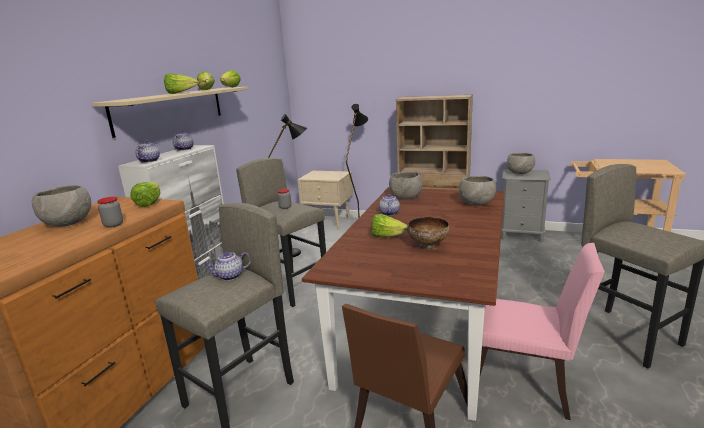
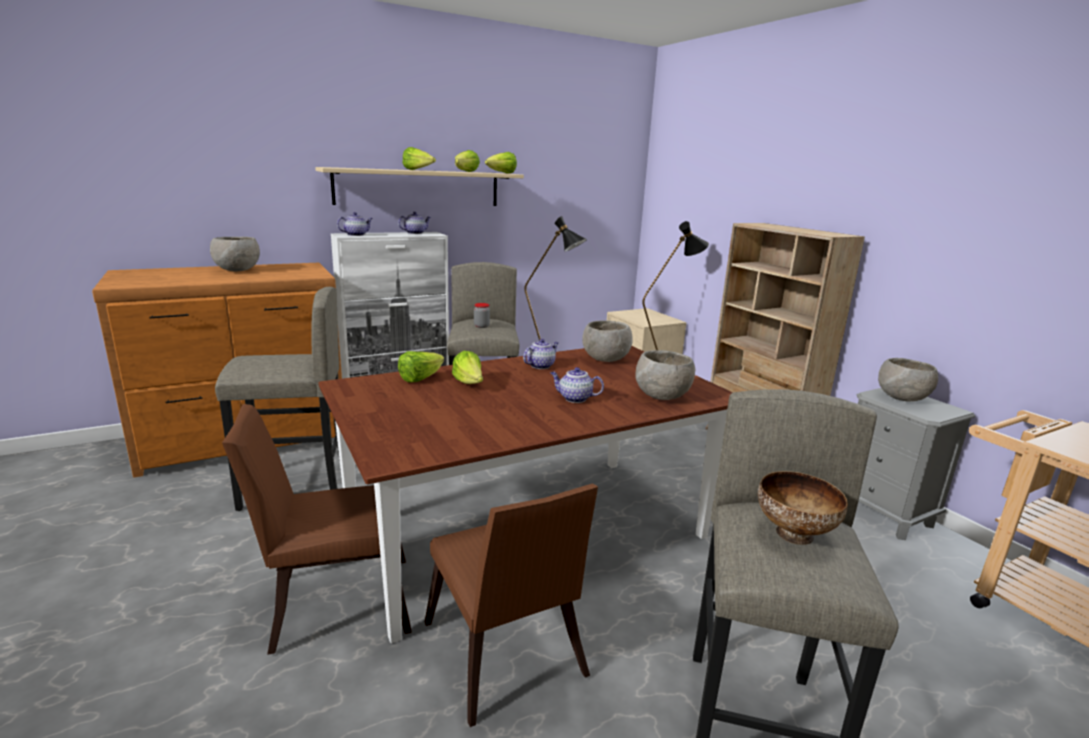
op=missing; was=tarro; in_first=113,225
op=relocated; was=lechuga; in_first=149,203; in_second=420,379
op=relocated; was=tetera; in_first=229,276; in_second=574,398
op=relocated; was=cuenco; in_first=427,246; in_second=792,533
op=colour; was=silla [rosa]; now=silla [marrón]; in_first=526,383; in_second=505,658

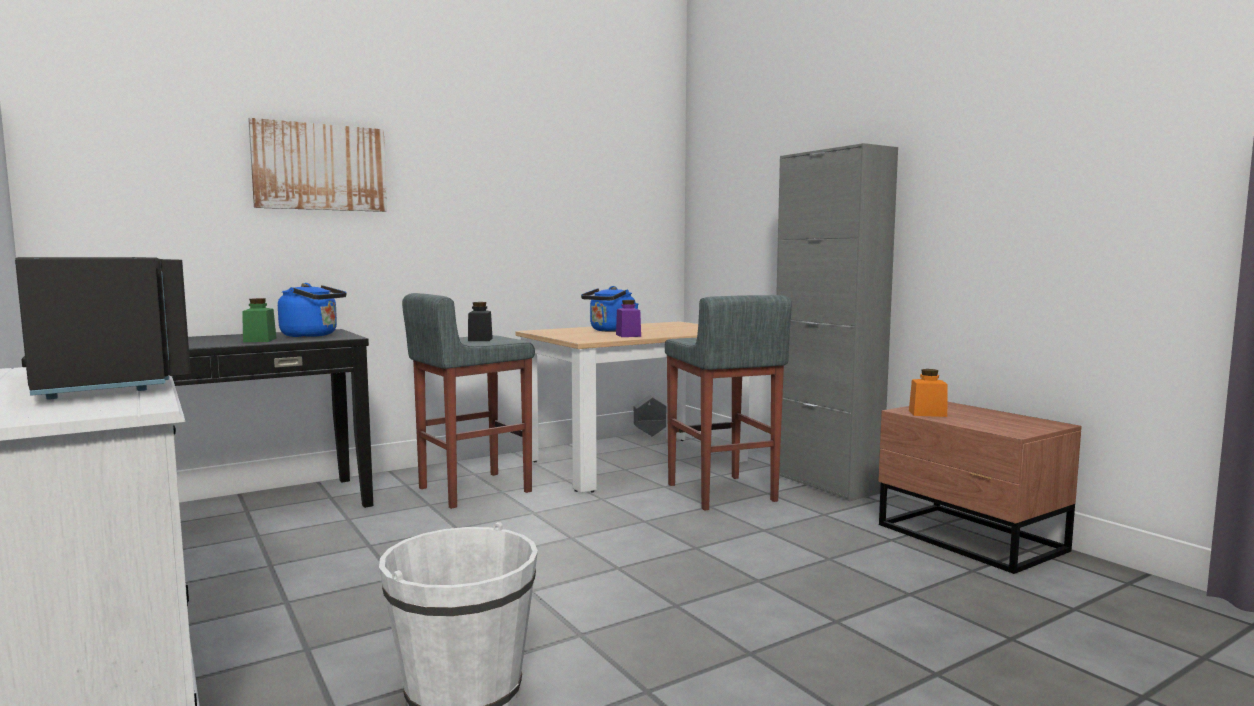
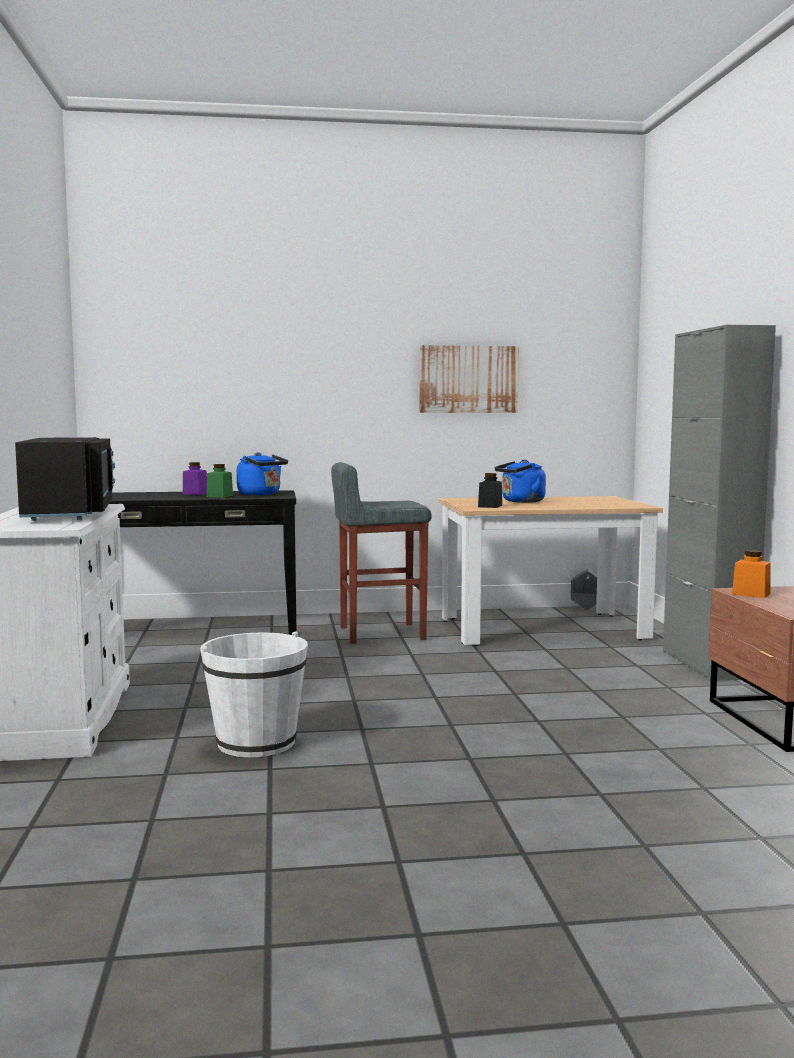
op=missing; was=taburete [gris]; in_first=720,493
op=relocated; was=cuadro; in_first=320,167; in_second=468,379
op=relocated; was=tarro [negro]; in_first=480,339; in_second=490,506
op=relocated; was=tarro [morado]; in_first=628,335; in_second=195,493

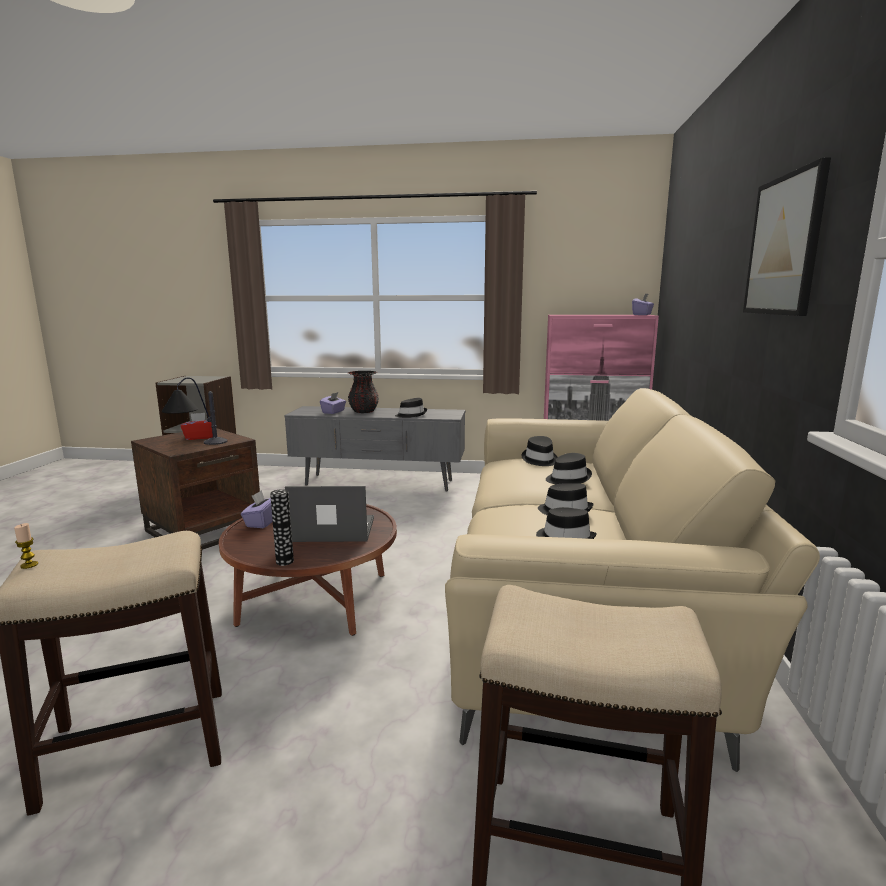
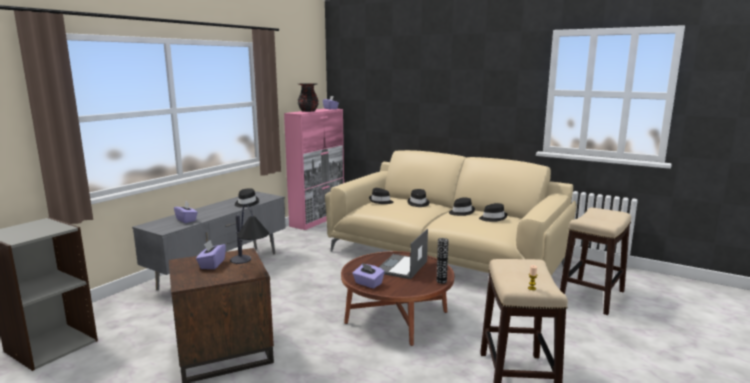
op=missing; was=cuadro; in_first=784,245
op=relocated; was=florero [negro]; in_first=364,411; in_second=308,111
op=colour; was=caja de pañuelos [rojo]; now=caja de pañuelos [morado]; in_first=200,437; in_second=212,264

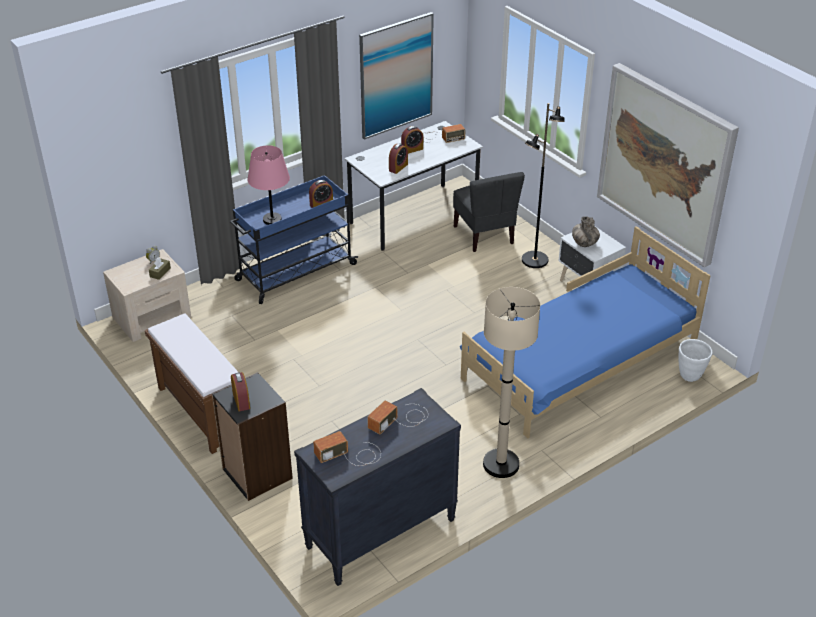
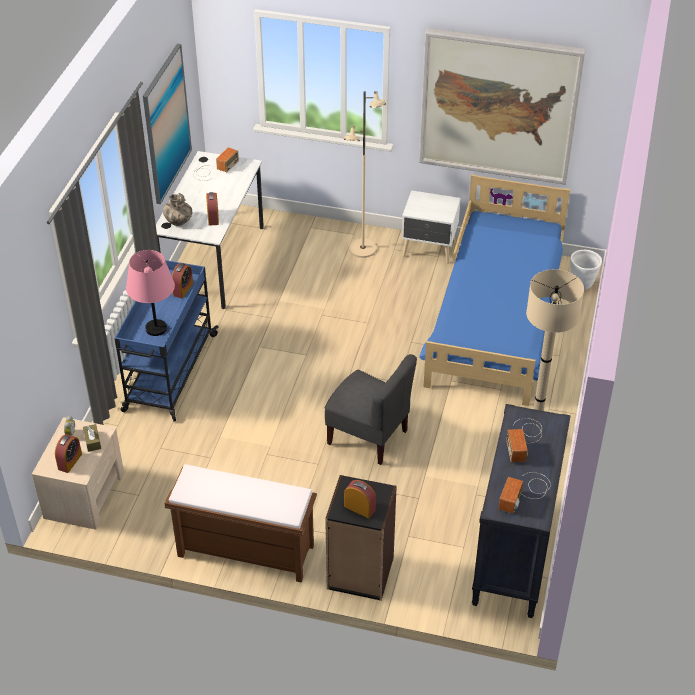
op=relocated; was=despertador; in_first=412,149; in_second=70,461
op=relocated; was=silla [gris]; in_first=484,235; in_second=368,437
op=relocated; was=florero; in_first=584,244; in_second=178,222
op=colour; was=lámpara de pie [negro]; now=lámpara de pie [beis]; in_first=534,260; in_second=363,249

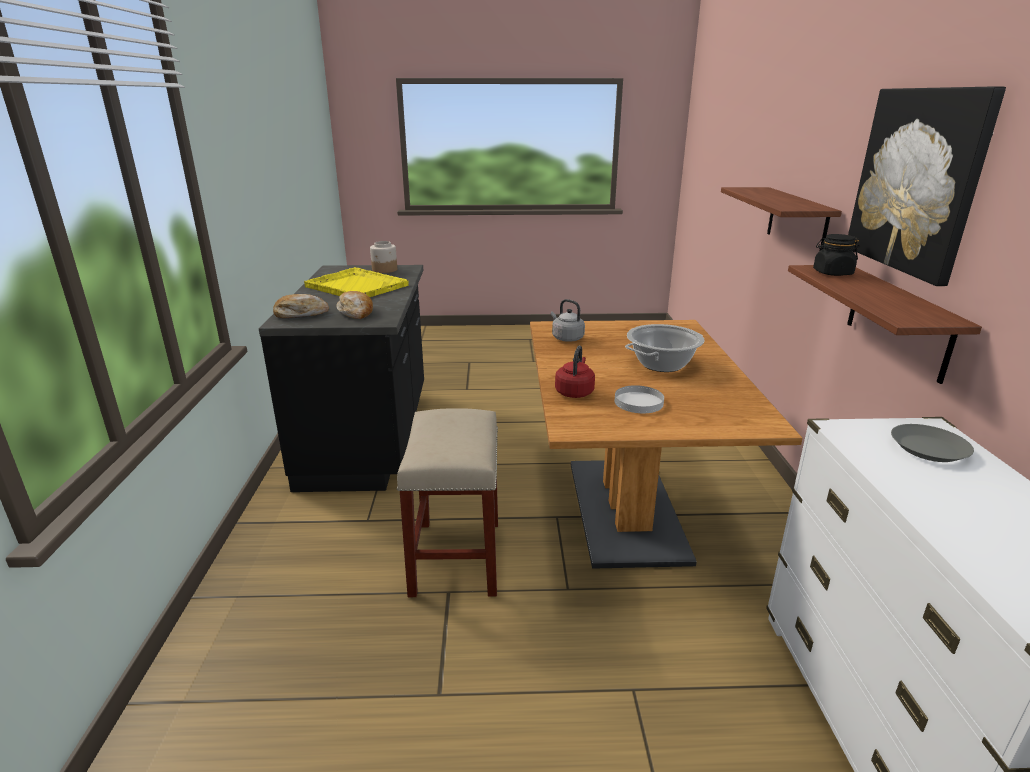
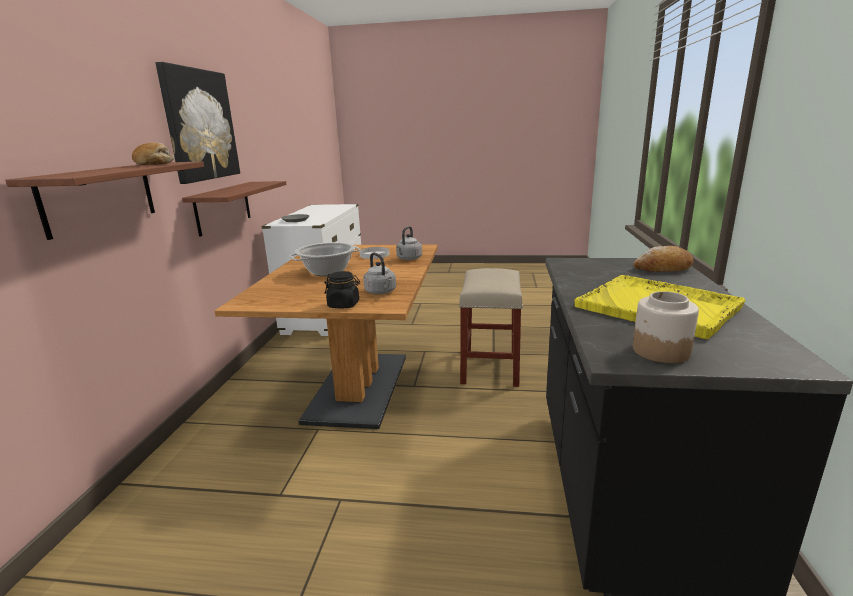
op=relocated; was=pan; in_first=356,312; in_second=155,164
op=relocated; was=tarro [negro]; in_first=832,273; in_second=344,305
op=colour; was=hervidor [rojo]; now=hervidor [gris]; in_first=575,392; in_second=408,259

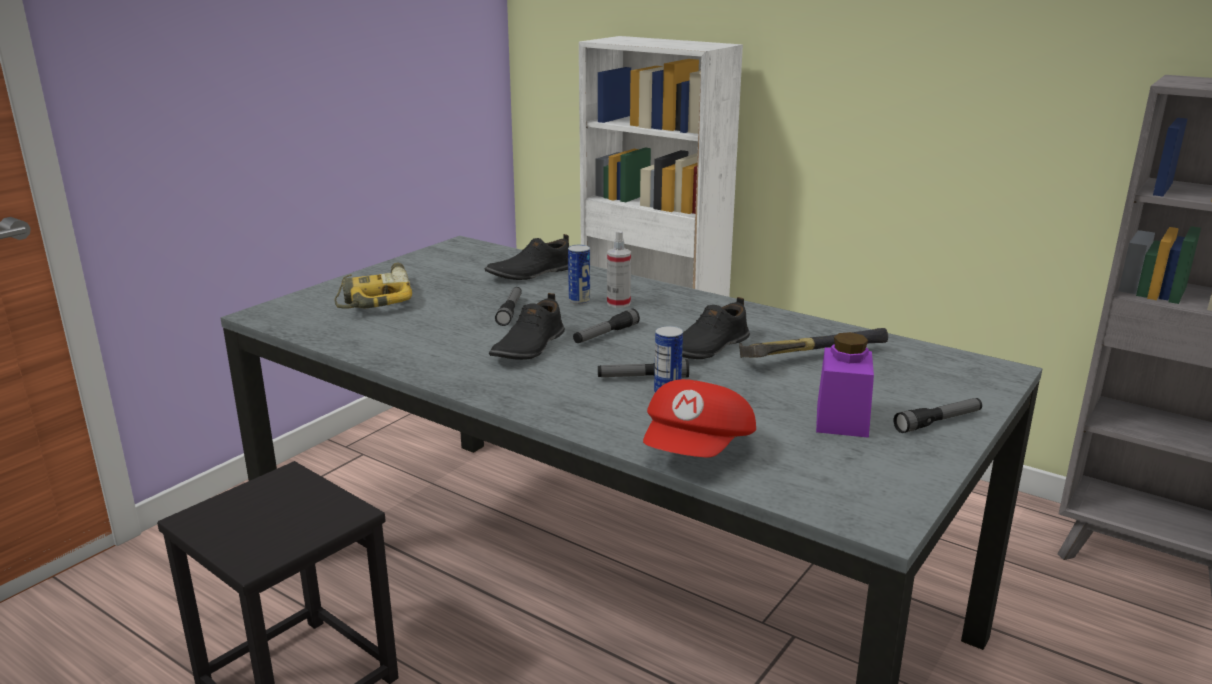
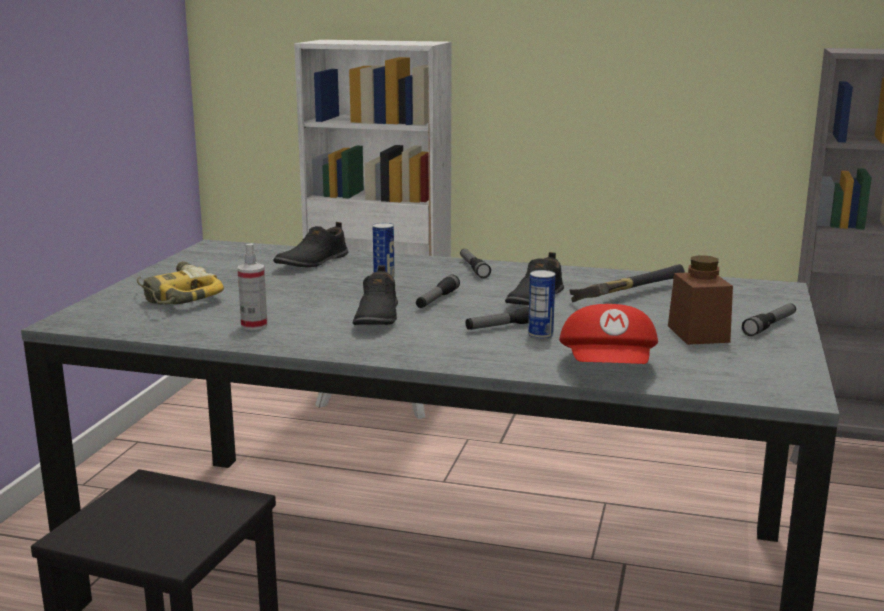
op=relocated; was=linterna; in_first=510,311; in_second=473,268
op=relocated; was=pulverizador; in_first=618,303; in_second=254,325
op=colour; was=tarro [morado]; now=tarro [marrón]; in_first=842,420; in_second=698,334

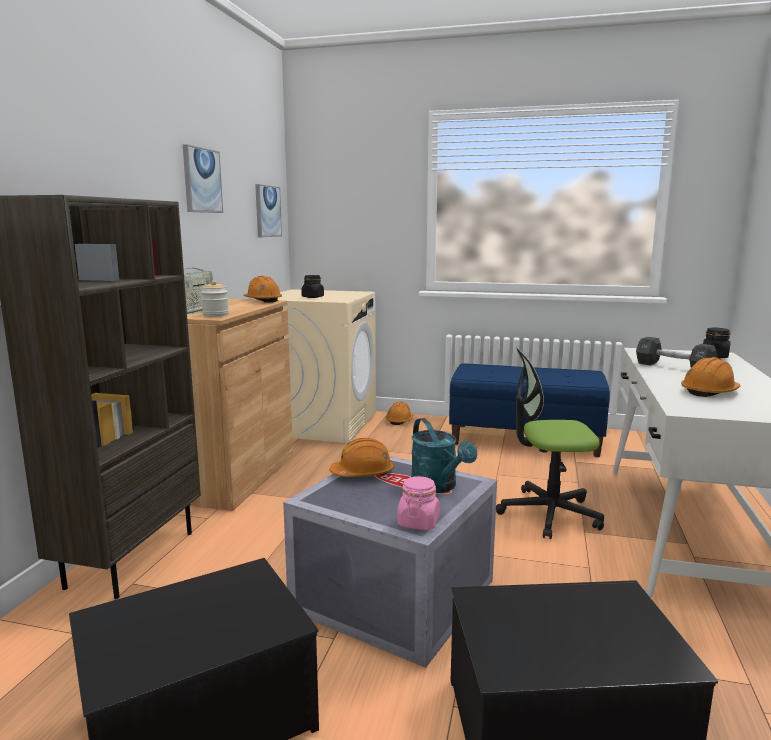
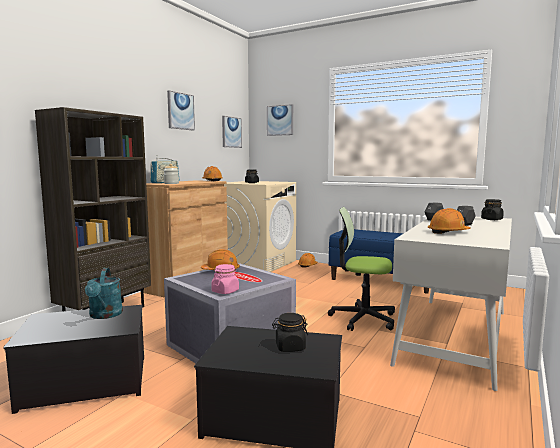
op=appeared; now=cuadro; in_second=280,120
op=appeared; now=tarro [negro]; in_second=290,347
op=relocated; was=regadera [turquesa]; in_first=438,487; in_second=105,315

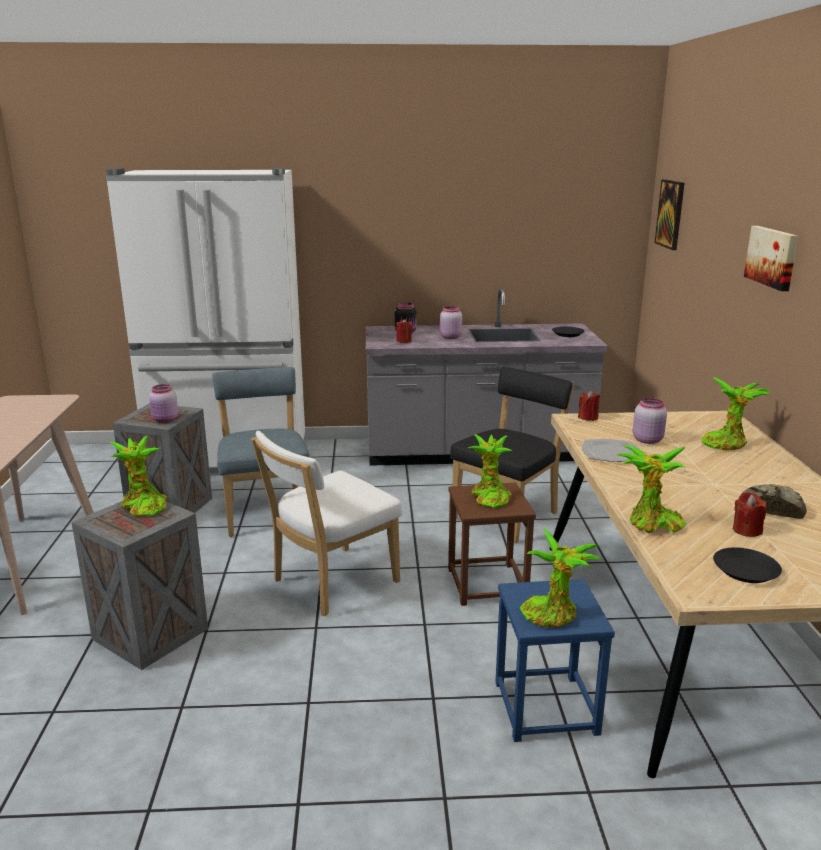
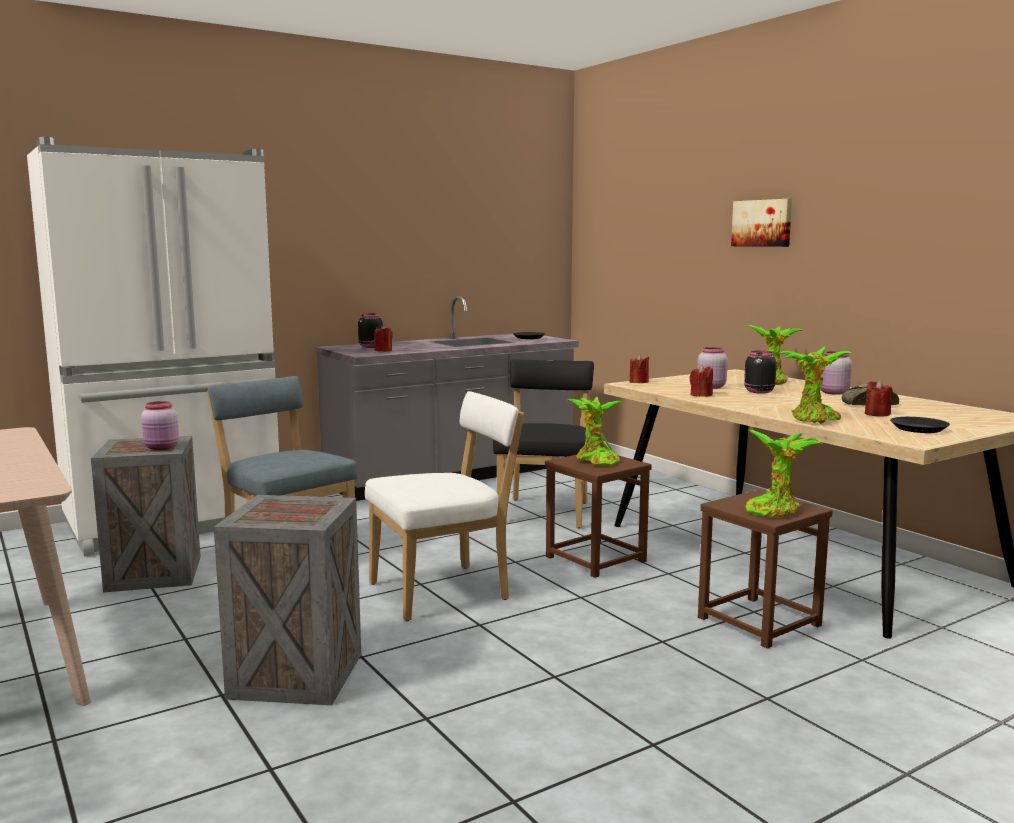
op=missing; was=planta en maceta; in_first=142,507
op=missing; was=cuadro; in_first=670,214
op=appeared; now=tarro [negro]; in_second=758,391
op=relocated; was=tarro [rosa]; in_first=450,337; in_second=832,393
op=exchanged; was=plato; now=vela [rojo]; in_first=611,453; in_second=701,395
op=colour; was=taburete [azul]; now=taburete [marrón]; in_first=544,707; in_second=758,621
op=spun; was=silla [blanco]; in_first=330,583; in_second=445,591; clockwise=-135

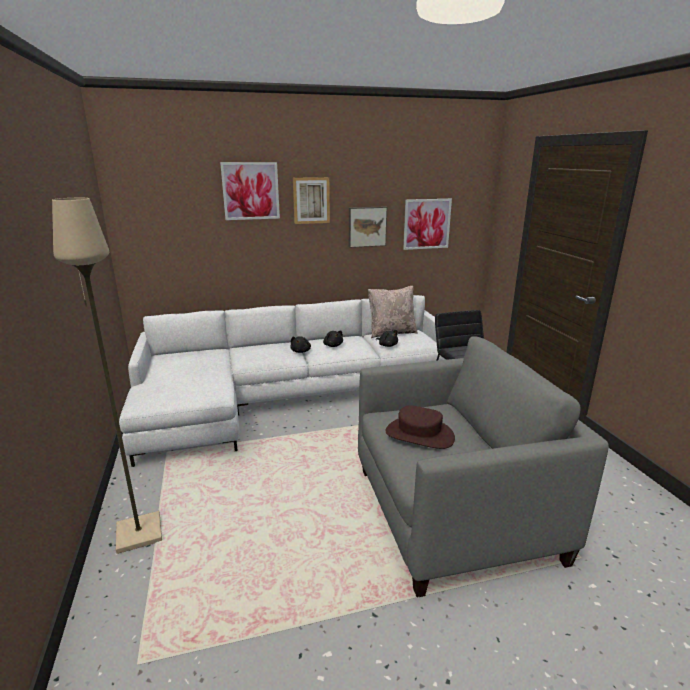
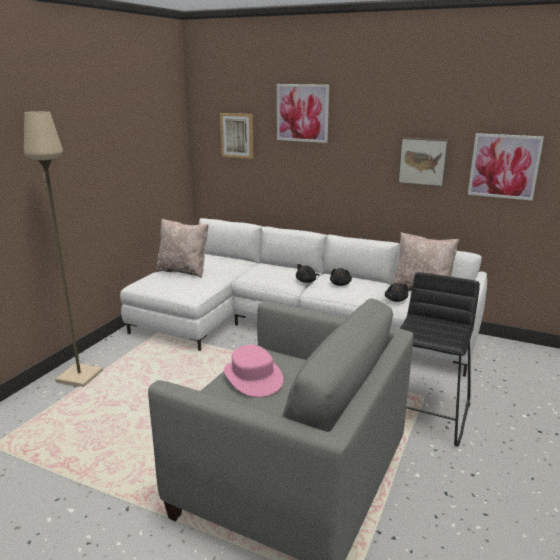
op=appeared; now=cojín [beis]; in_second=183,271
op=relocated; was=cuadro; in_first=311,200; in_second=237,135
op=colour; was=sombrero [marrón]; now=sombrero [rosa]; in_first=419,435; in_second=252,377

